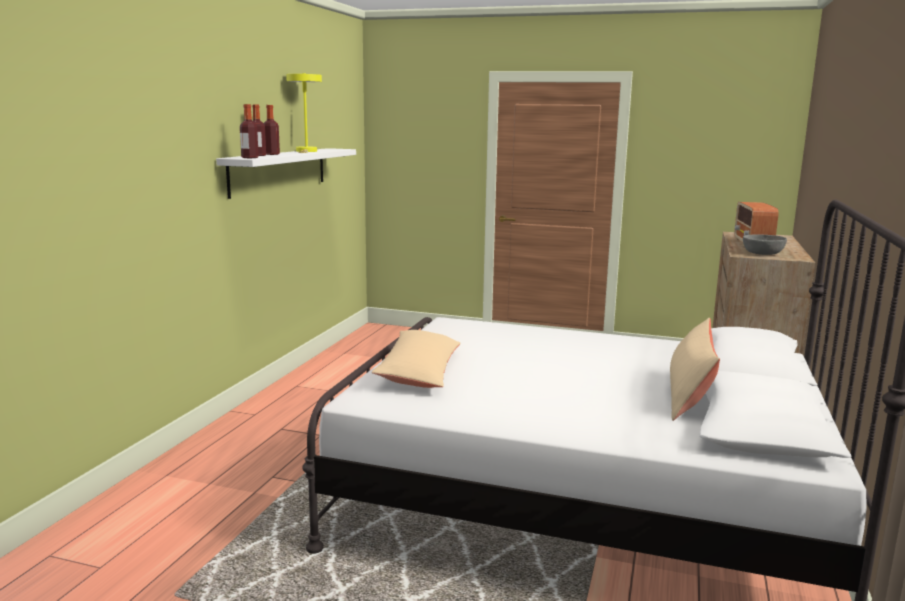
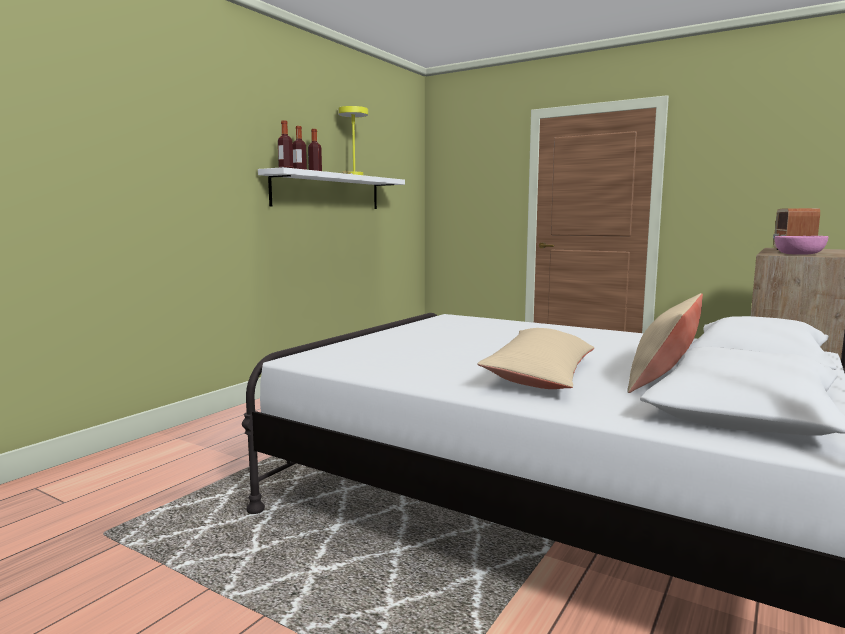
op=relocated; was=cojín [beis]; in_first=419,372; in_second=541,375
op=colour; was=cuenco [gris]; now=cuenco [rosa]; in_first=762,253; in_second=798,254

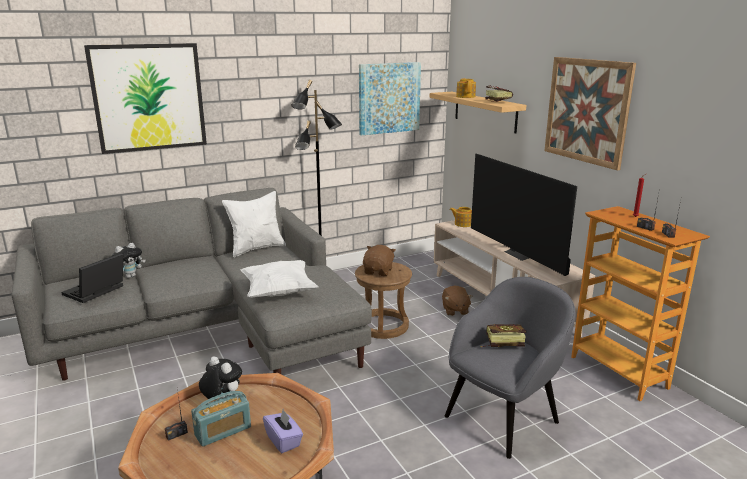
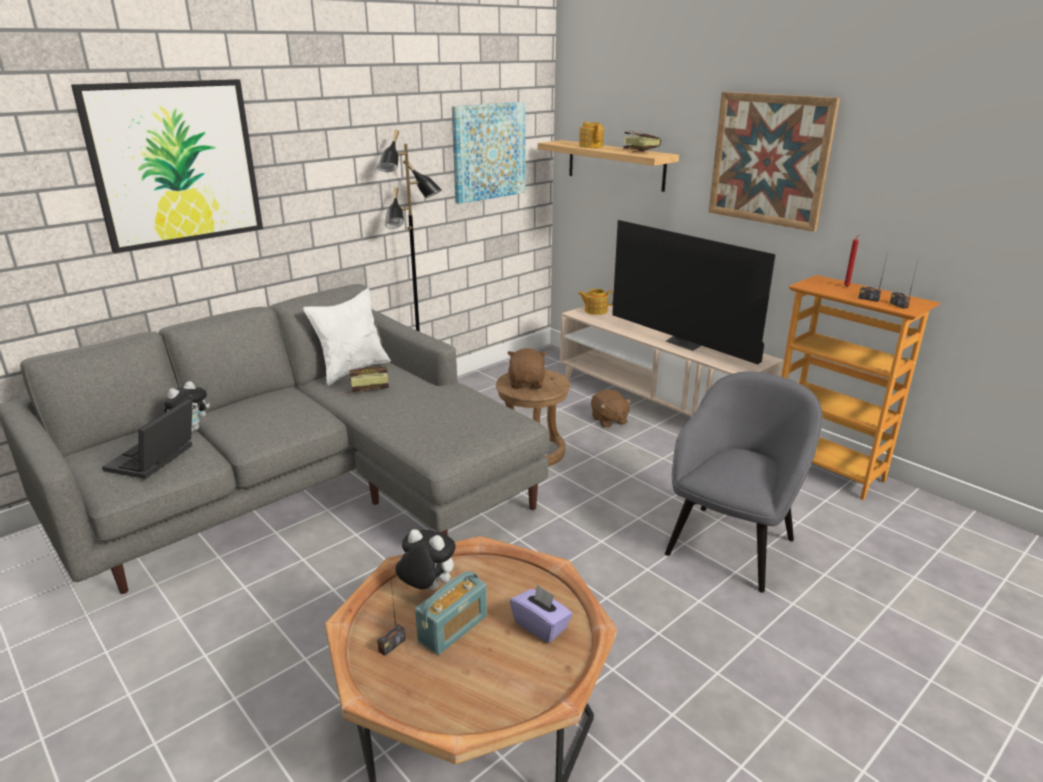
op=missing; was=cojín [blanco]; in_first=279,292
op=relocated; was=libro; in_first=500,343; in_second=365,388

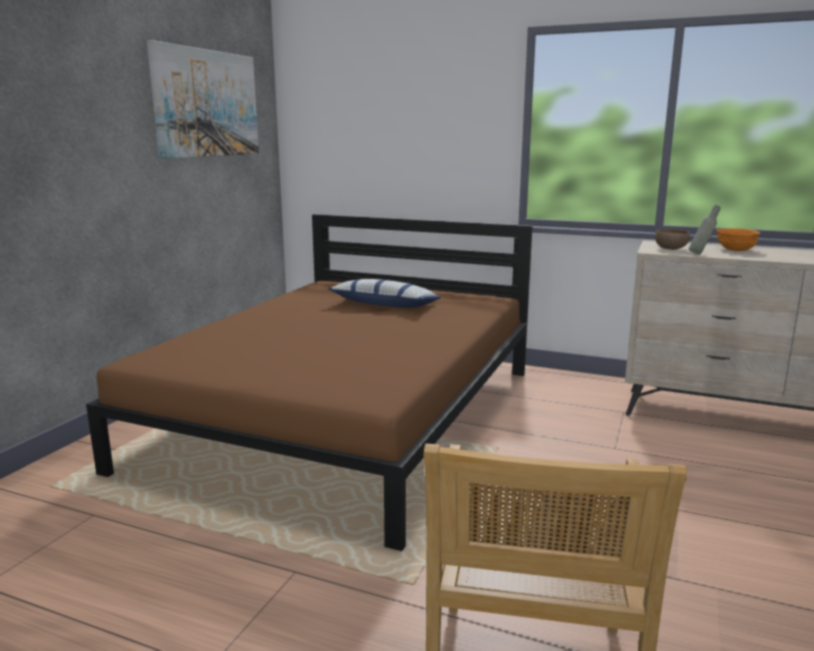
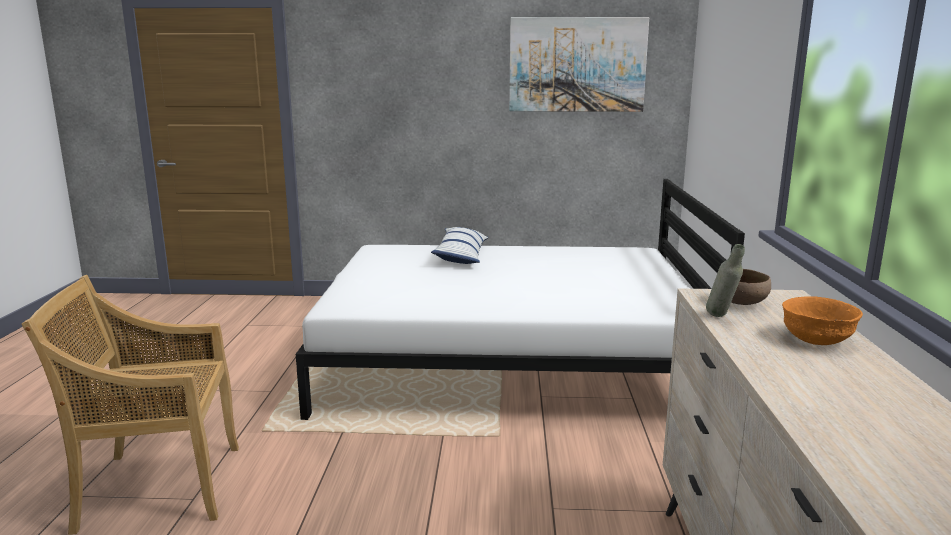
op=relocated; was=cojín; in_first=384,305; in_second=461,256
op=colour; was=cama [marrón]; now=cama [blanco]; in_first=349,416; in_second=509,361

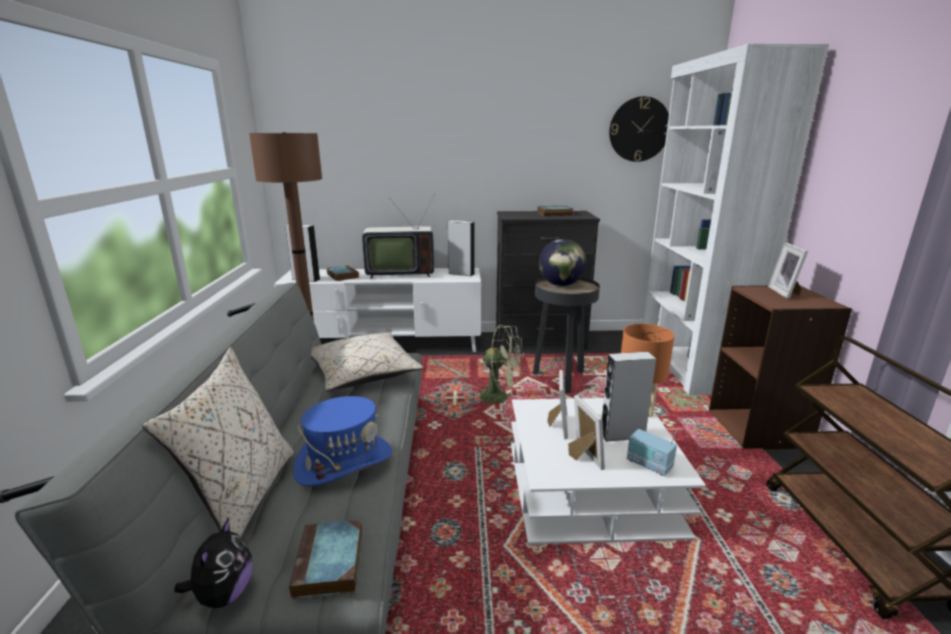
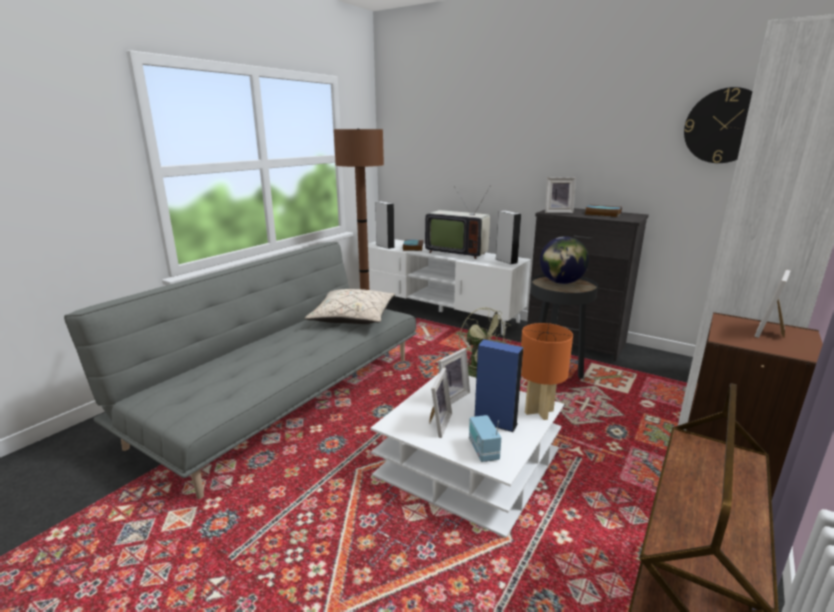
op=missing; was=cojín [beis]; in_first=242,497
op=missing; was=peluche; in_first=224,594
op=missing; was=libro; in_first=330,564
op=missing; was=sombrero [azul]; in_first=344,461
op=appeared; now=portarretratos; in_second=557,212
op=colour; was=altavoz [gris]; now=altavoz [azul]; in_first=622,435; in_second=495,422

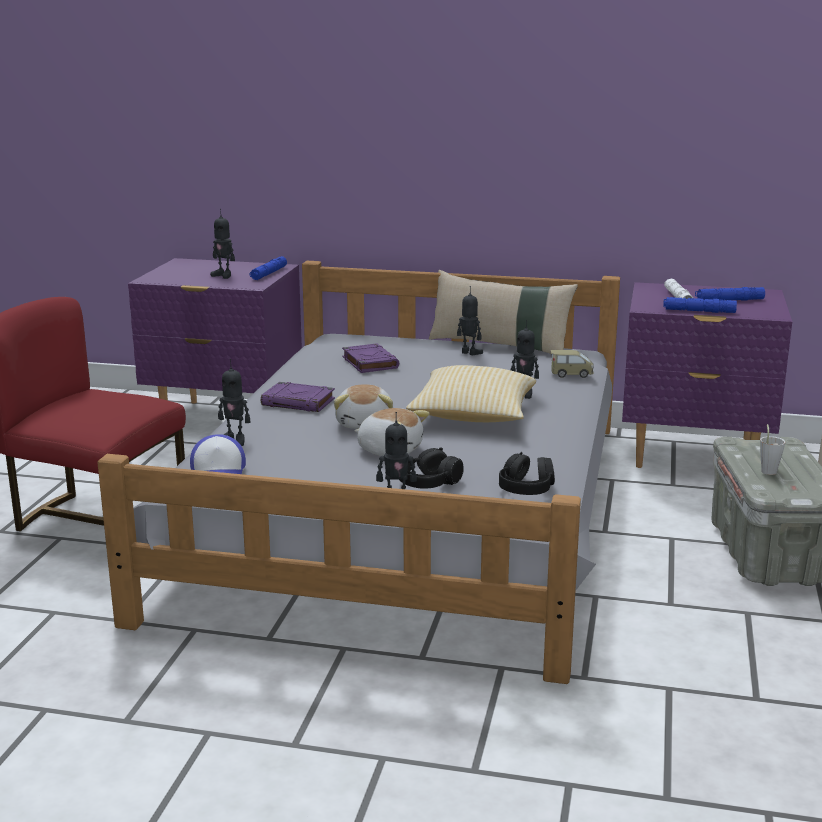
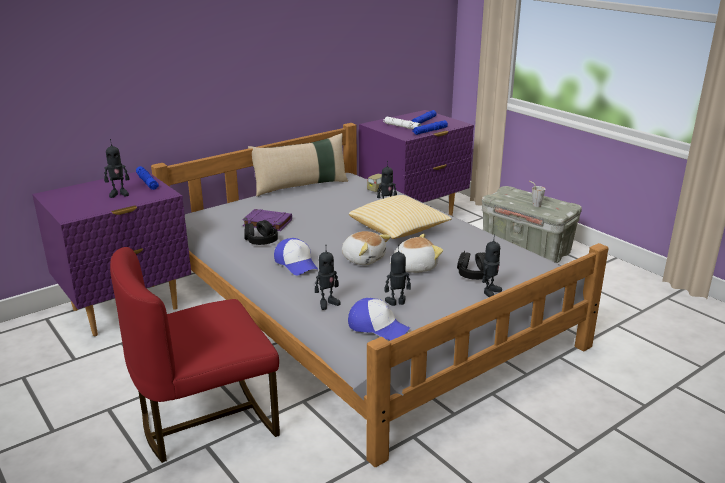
op=relocated; was=robot de juguete; in_first=469,353; in_second=397,303
op=relocated; was=auriculares [negro]; in_first=526,488; in_second=261,240
op=exchanged; was=libro [morado]; now=gorra; in_first=299,402; in_second=296,264

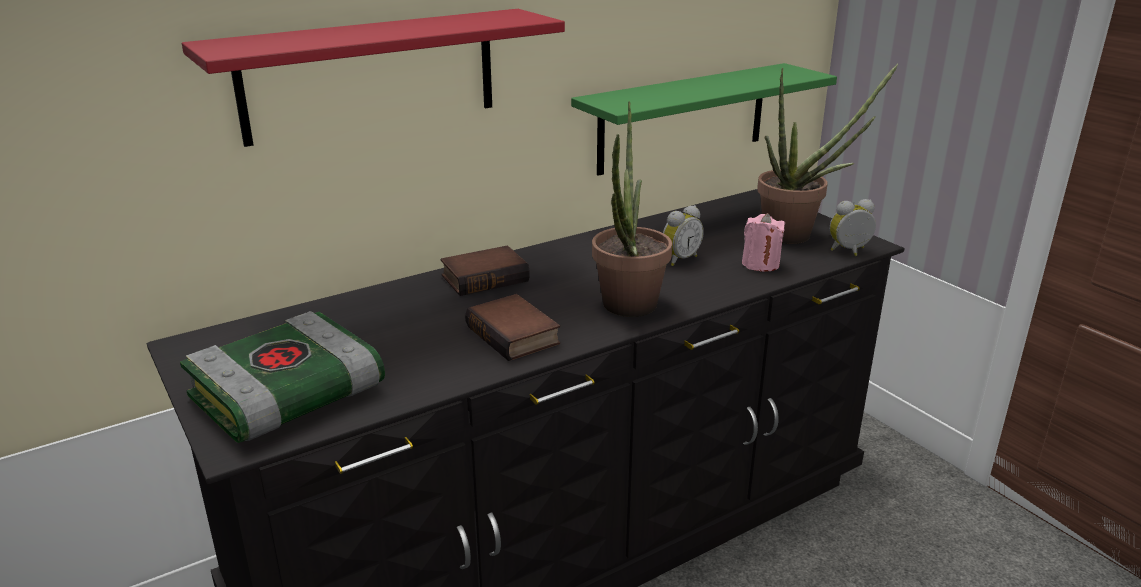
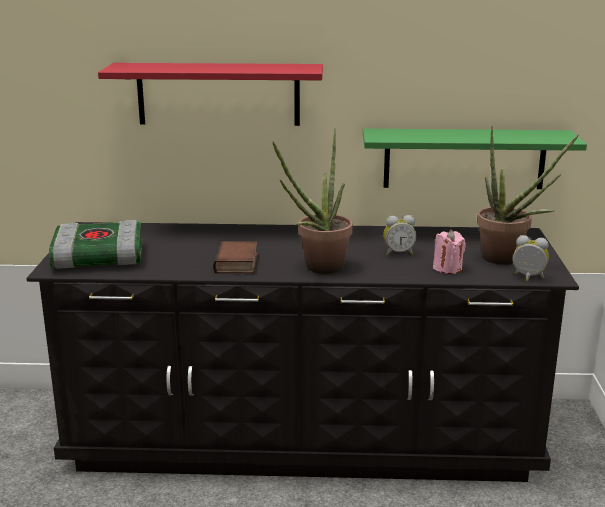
op=missing; was=libro; in_first=485,277

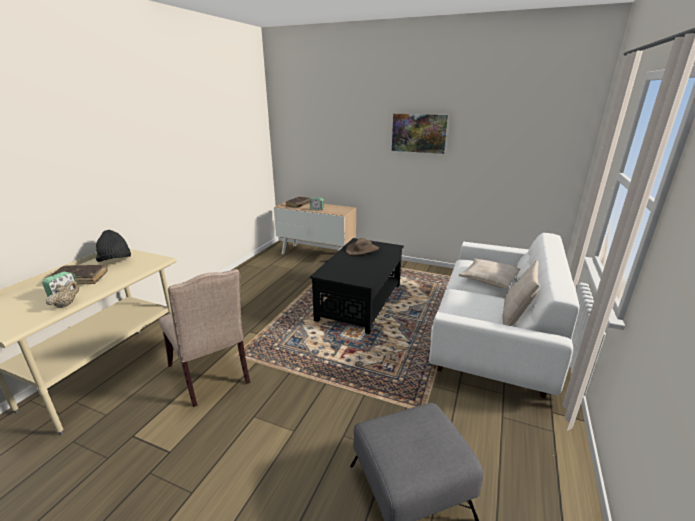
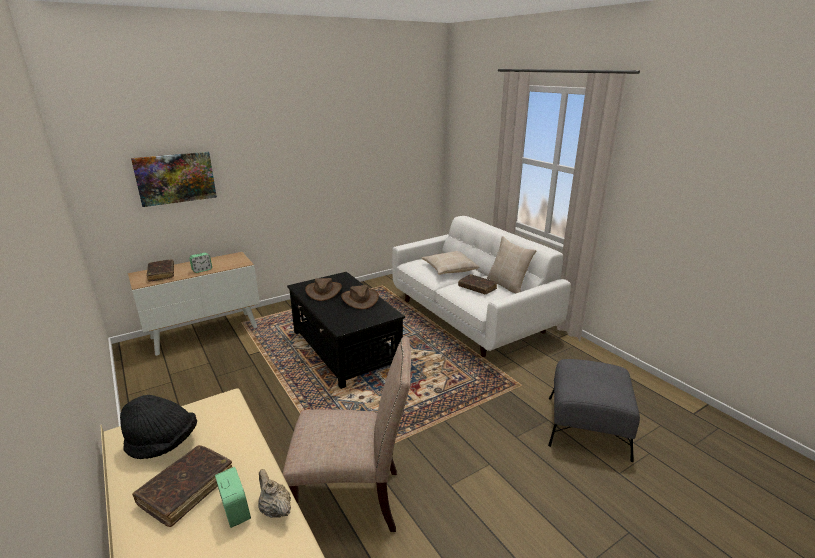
op=appeared; now=sombrero [marrón]; in_second=360,299
op=appeared; now=libro [marrón]; in_second=477,288
op=relocated; was=cuadro; in_first=419,133; in_second=175,178

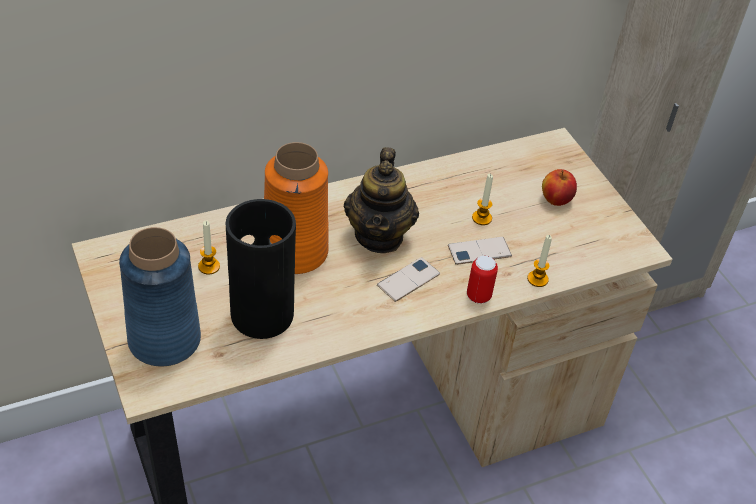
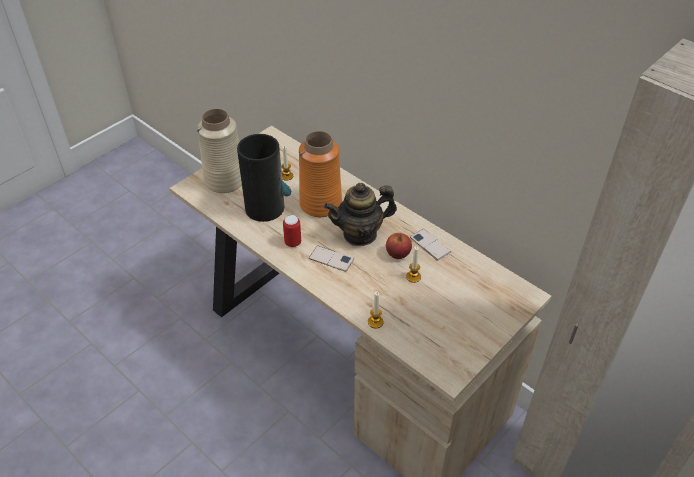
op=relocated; was=móvil; in_first=479,251; in_second=430,245
op=relocated; was=lata; in_first=478,296; in_second=293,242
op=relocated; was=manzana; in_first=556,199; in_second=398,254
op=colour; was=florero [azul]; now=florero [beis]; in_first=165,340; in_second=225,180

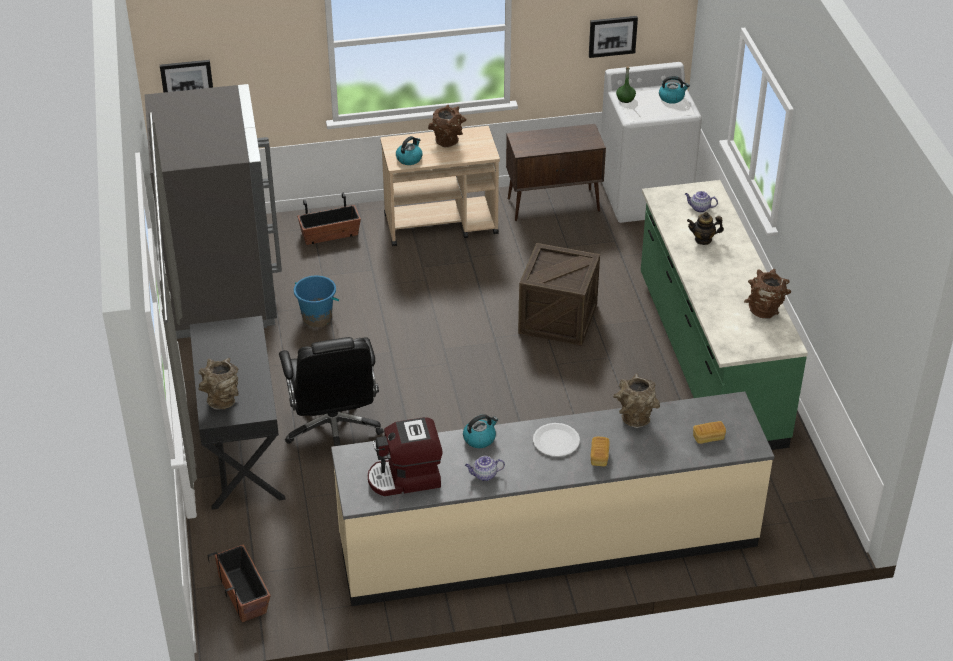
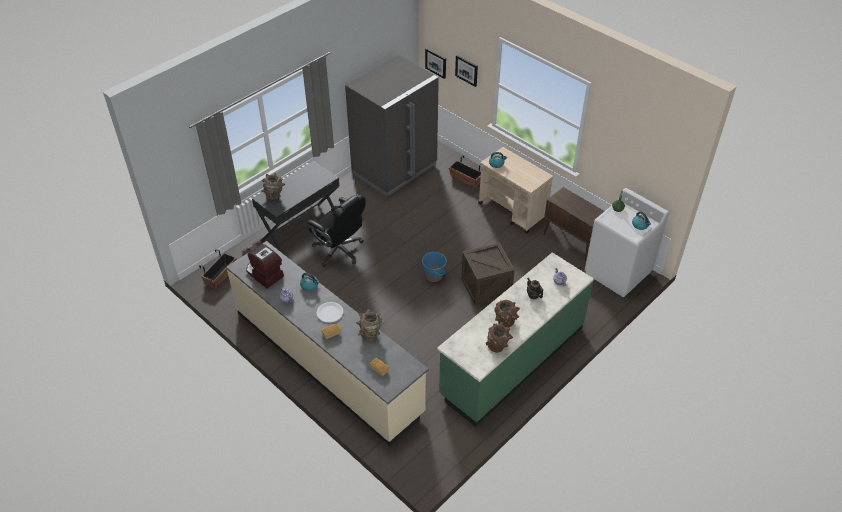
op=relocated; was=cubo [azul]; in_first=317,318; in_second=434,276
op=relocated; was=florero [marrón]; in_first=448,142; in_second=505,323
op=relocated; was=cuadro; in_first=612,36; in_second=466,70
op=spun; was=silla de oficina [negro]; in_first=334,429; in_second=339,250; clockwise=-90

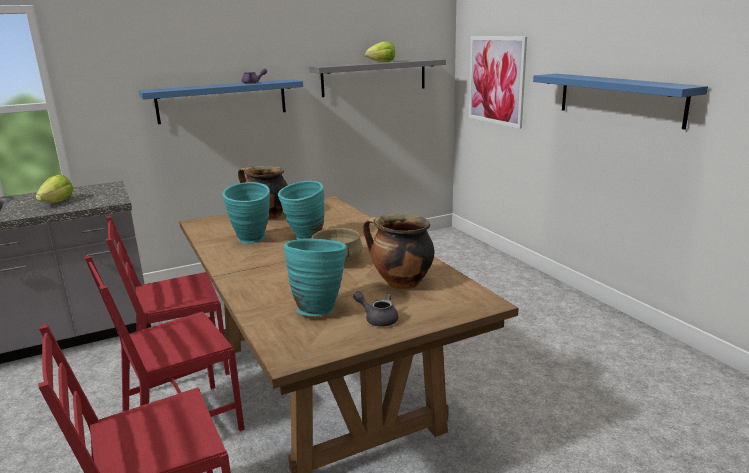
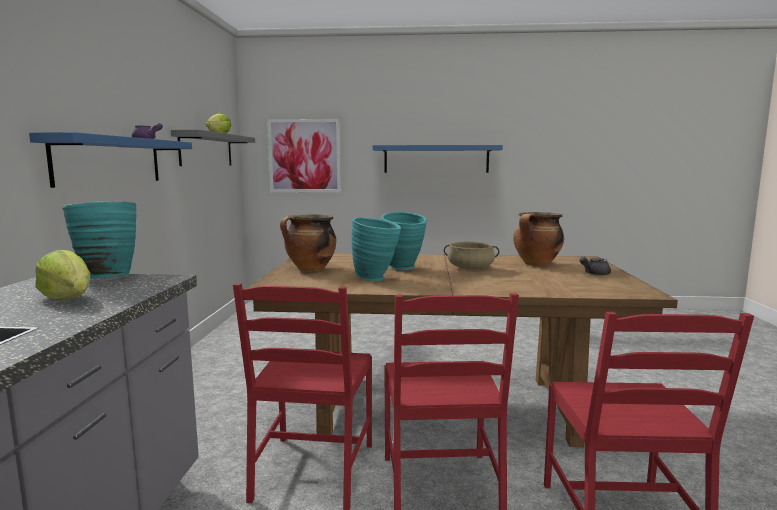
op=relocated; was=florero [turquesa]; in_first=319,308; in_second=106,278

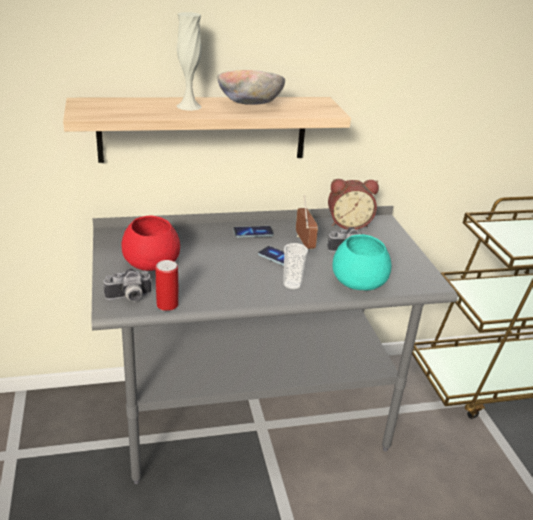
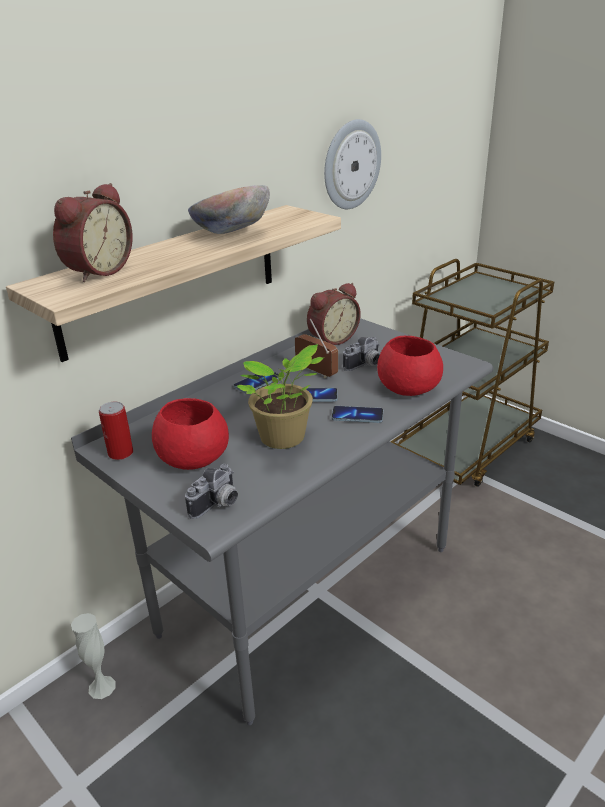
op=appeared; now=despertador; in_second=97,271
op=appeared; now=planta en maceta; in_second=284,439
op=appeared; now=reloj de pared; in_second=351,165
op=relocated; was=lata; in_first=167,305; in_second=120,453
op=relocated; was=florero [blanco]; in_first=189,106; in_second=102,687
op=exchanged; was=taza; now=móvil; in_first=292,285; in_second=357,416
op=colour; was=cuenco [turquesa]; now=cuenco [rojo]; in_first=358,281; in_second=407,387

